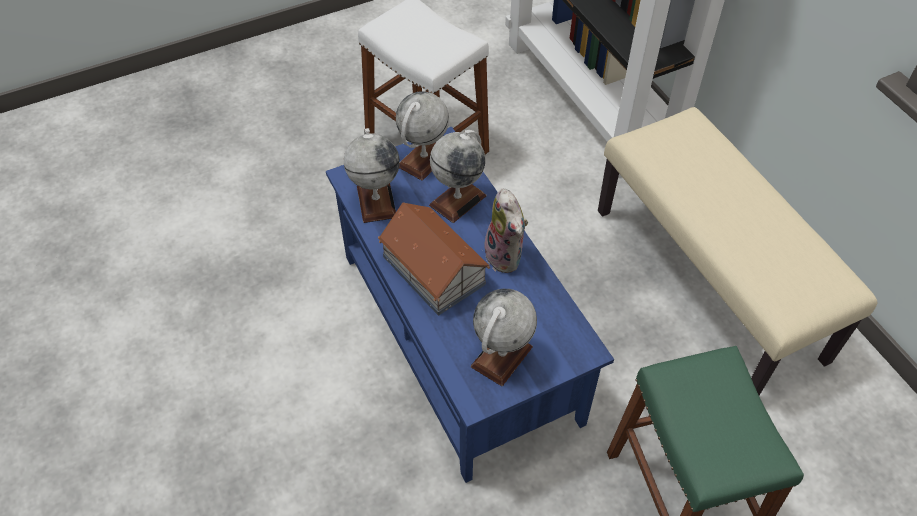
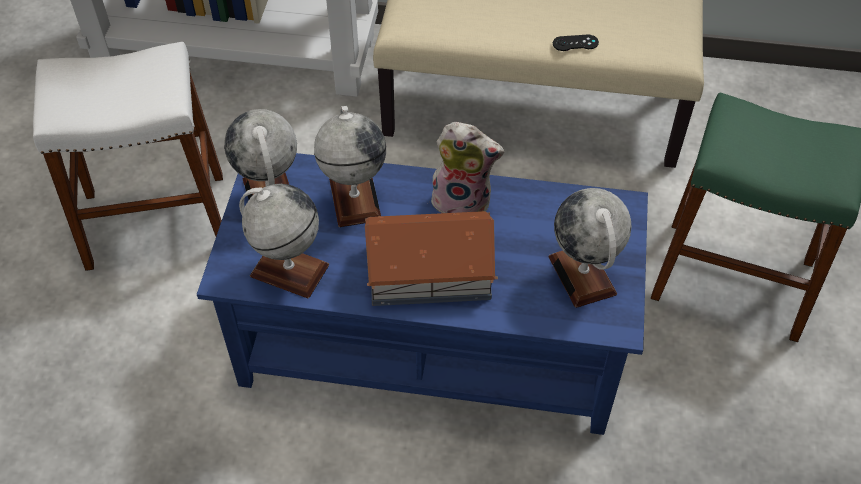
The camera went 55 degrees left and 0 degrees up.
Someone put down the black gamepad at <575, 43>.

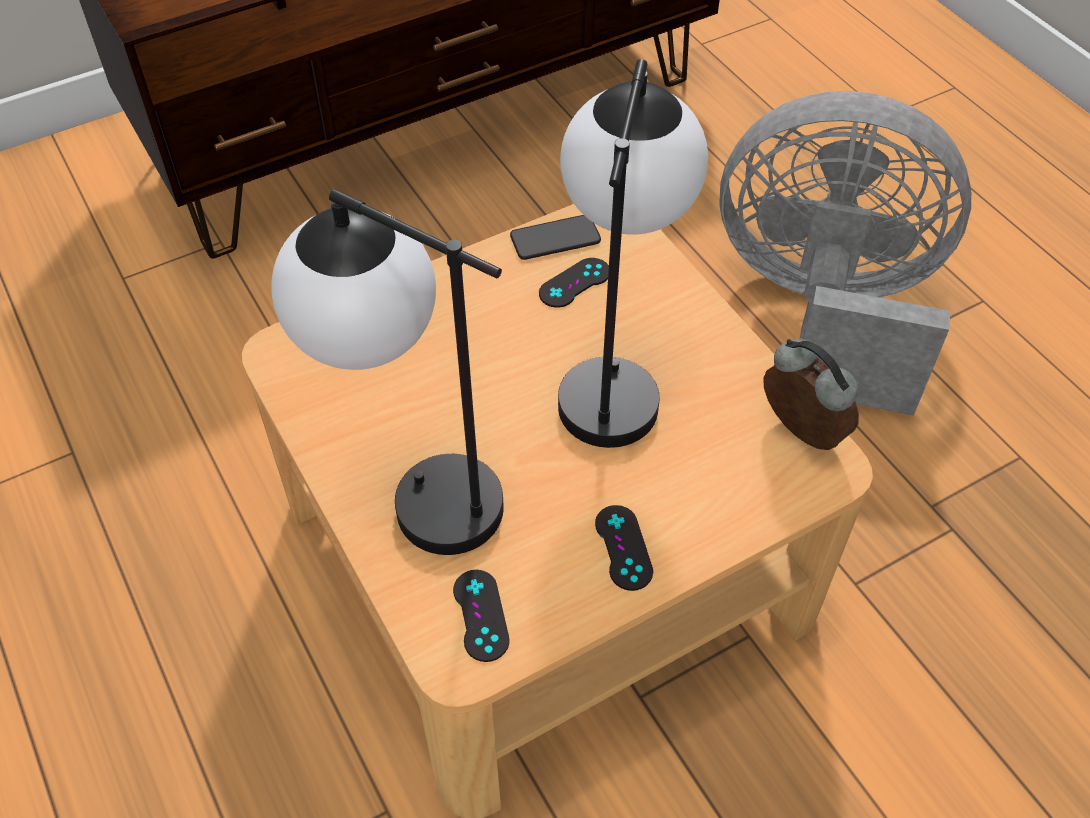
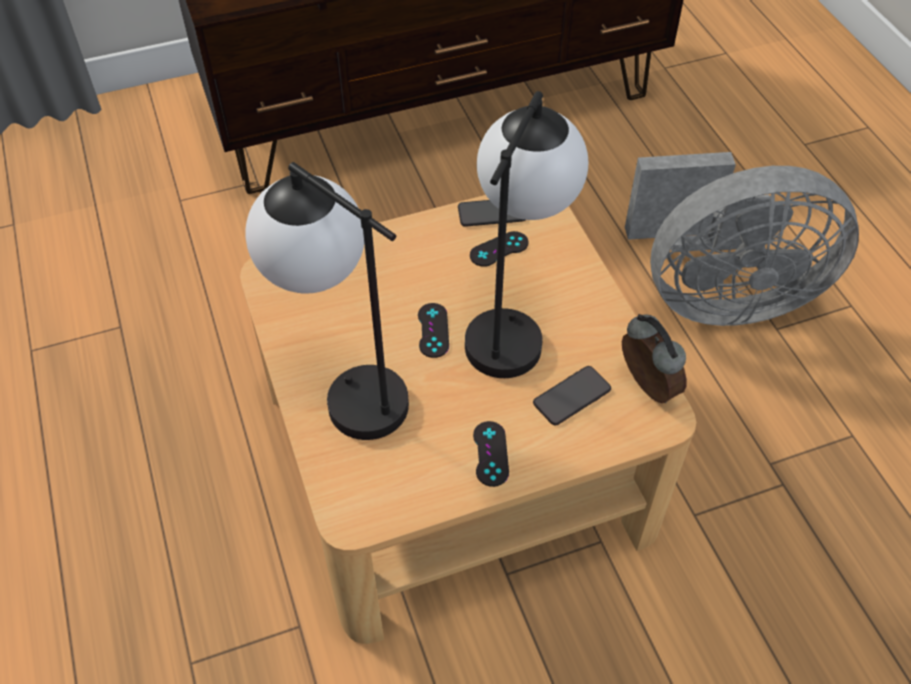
The camera went 10 degrees right and 0 degrees up.
Someone put down the handset at <572, 396>.
Someone carried the black gamepad from <481, 615> to <433, 330>.
Someone rotated the gray fan at <824, 310> by 150 degrees clockwise.

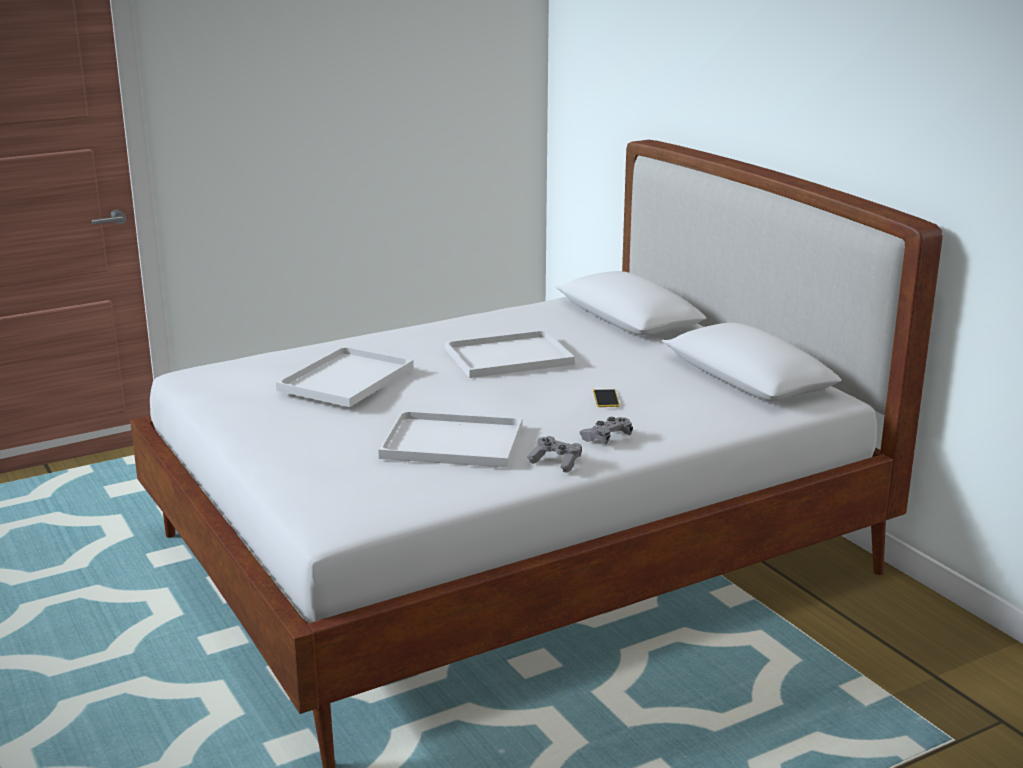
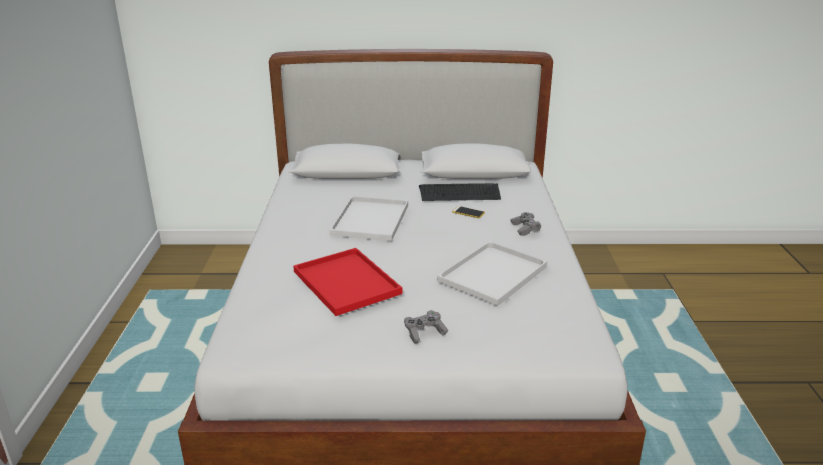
The camera went 60 degrees left and 5 degrees up.
Someone put down the computer keyboard at <460, 193>.
Someone carried the gray gamepad from <556, 462> to <424, 333>.
Someone repainted the white-coloured serving tray at <346, 380>, which became the red serving tray at <348, 283>.

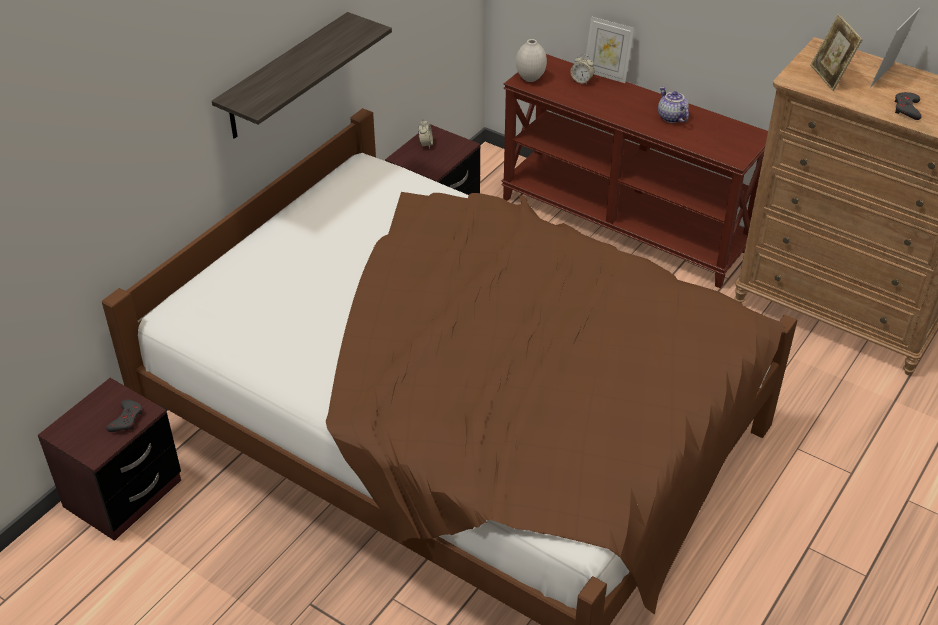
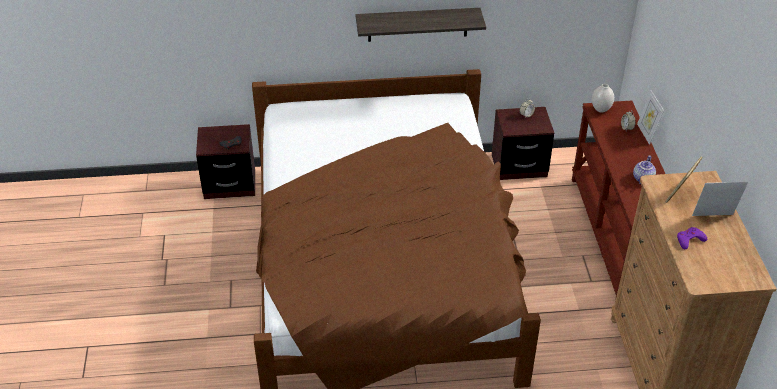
The camera went 50 degrees right and 0 degrees up.
Someone repainted the gray gamepad at <907, 109>, which became the purplish gamepad at <689, 240>.

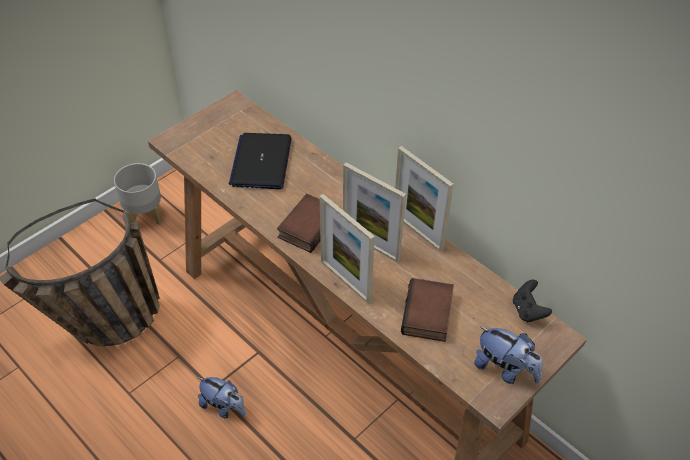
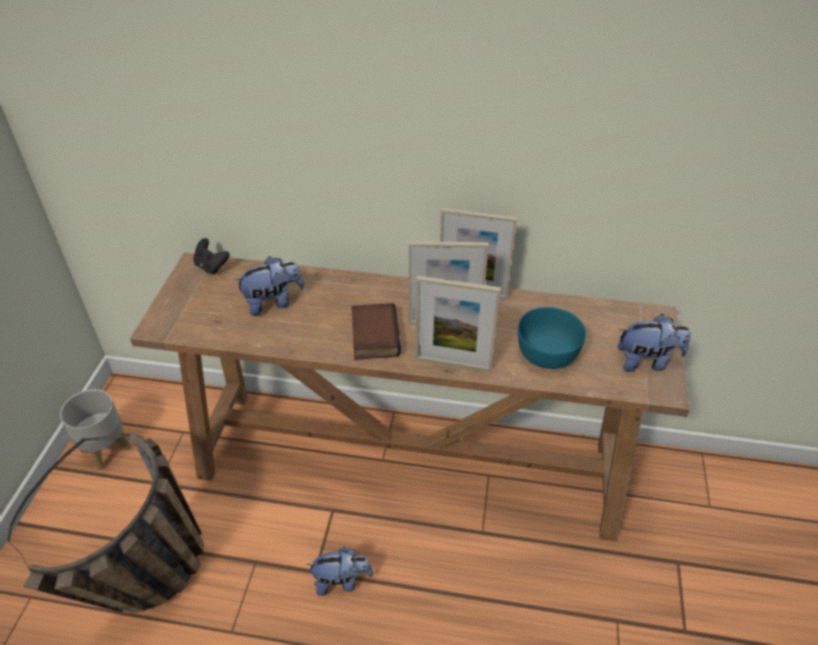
The camera went 35 degrees left and 5 degrees down.
Someone carried the black gamepad from <528, 311> to <211, 267>.
Someone swapped the portable computer at <261, 162> for the soft toy at <273, 302>.
Someone swapped the book at <429, 314> for the turquoise-coloured deep dish at <548, 352>.

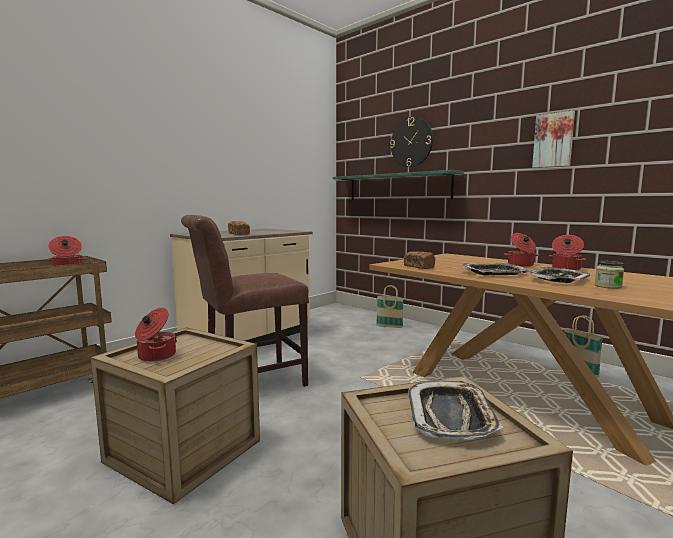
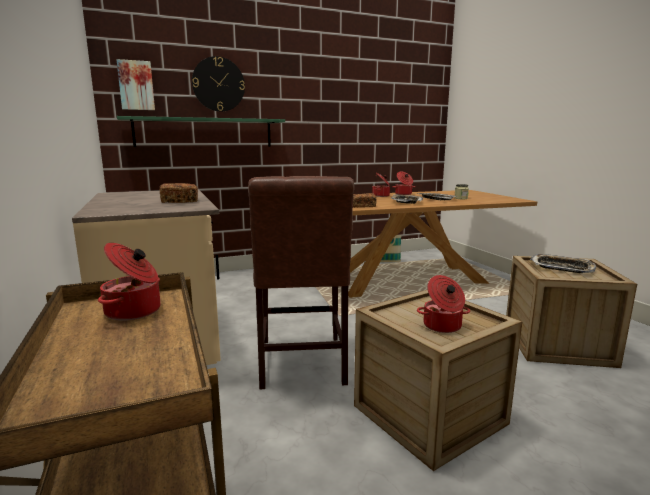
The camera went 65 degrees left and 5 degrees up.
Someone took away the storage basket at <389, 326>.
Someone carried the picture from <553, 140> to <136, 85>.

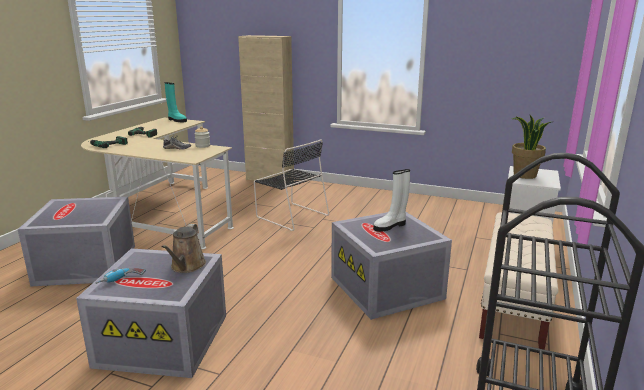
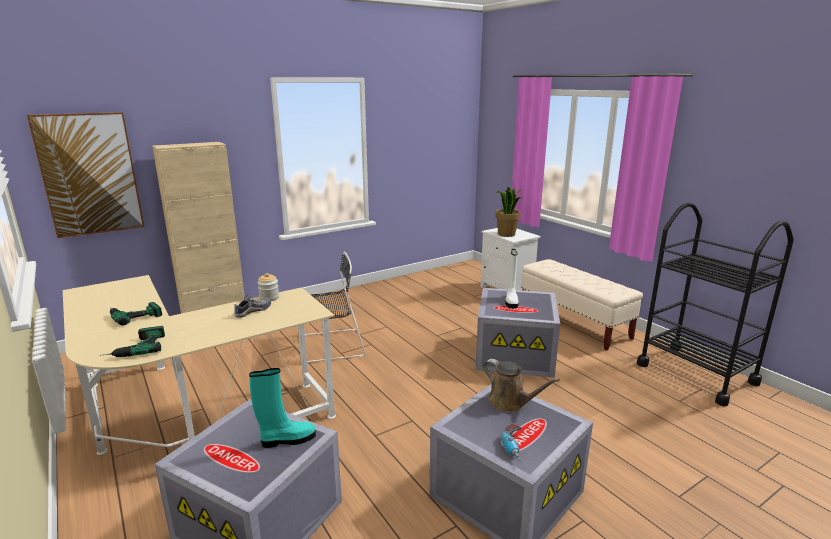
The camera went 55 degrees left and 0 degrees up.
Someone put up the picture at <90, 174>.
Someone carried the turquoise-coloured high-top boot from <176, 120> to <286, 440>.

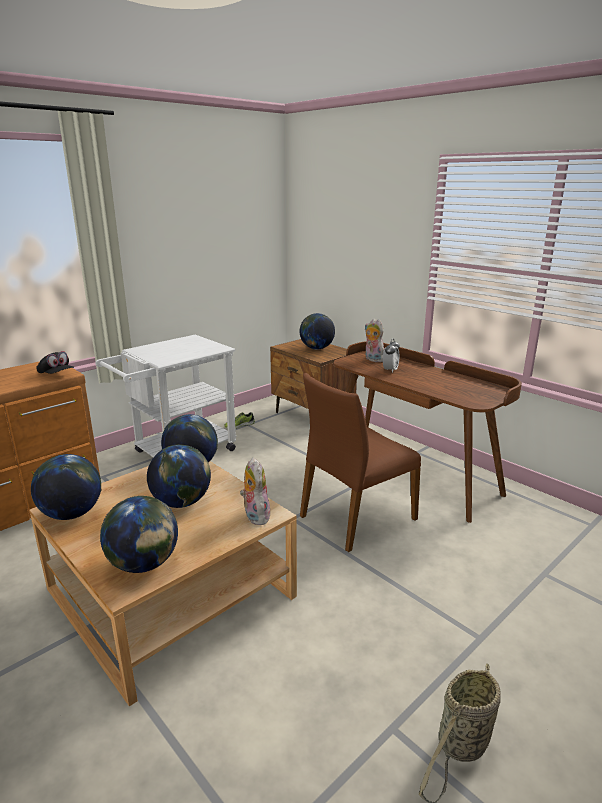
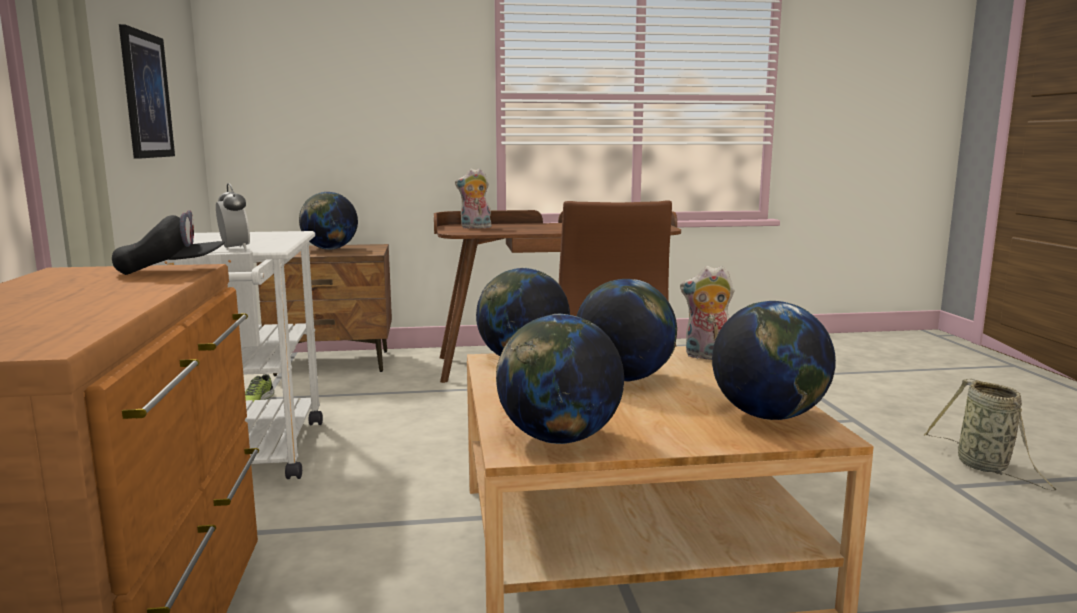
The camera went 55 degrees left and 10 degrees down.
Someone put up the picture at <146, 95>.
Someone carried the bedside clock from <390, 370> to <235, 249>.

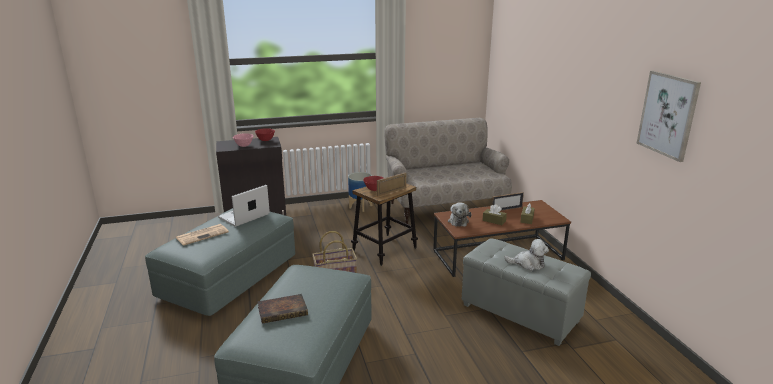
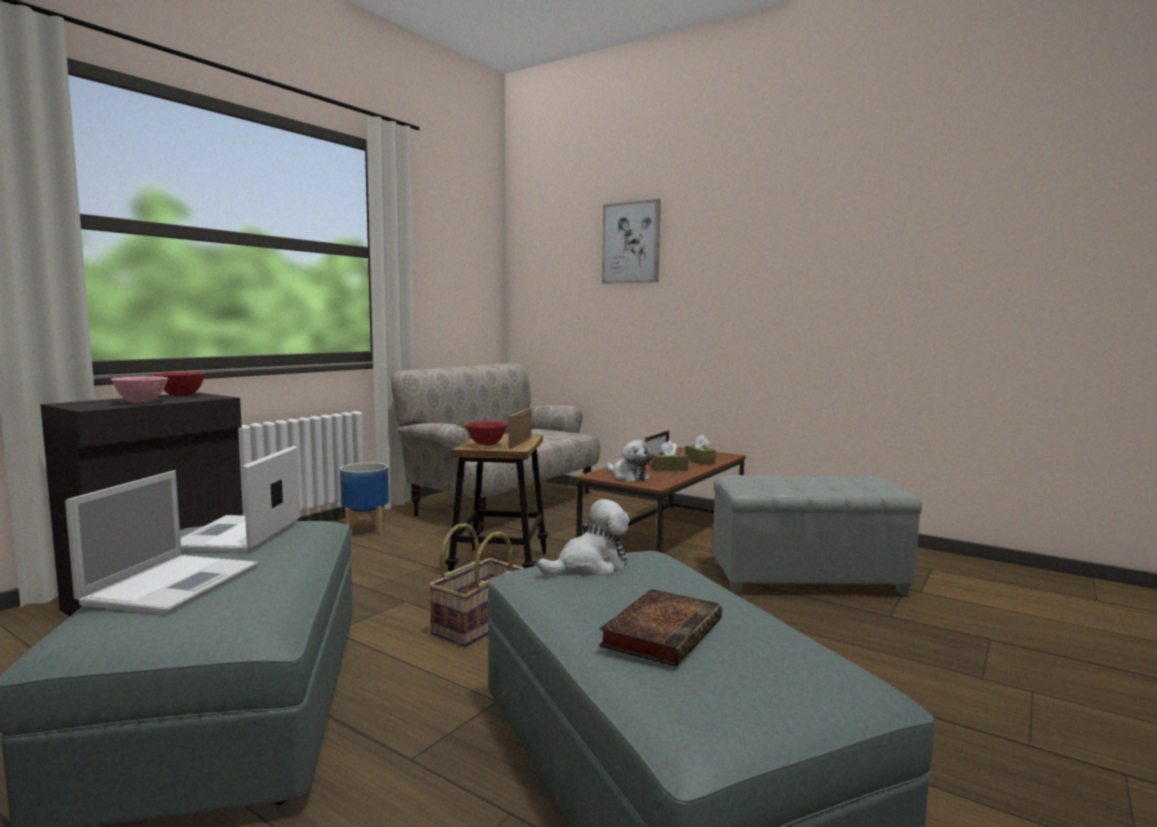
The camera went 40 degrees left and 15 degrees down.
Someone carried the soft toy from <528, 264> to <590, 566>.
Someone carried the picture from <668, 115> to <631, 243>.
Someone swapped the newspaper at <202, 235> for the portable computer at <174, 583>.

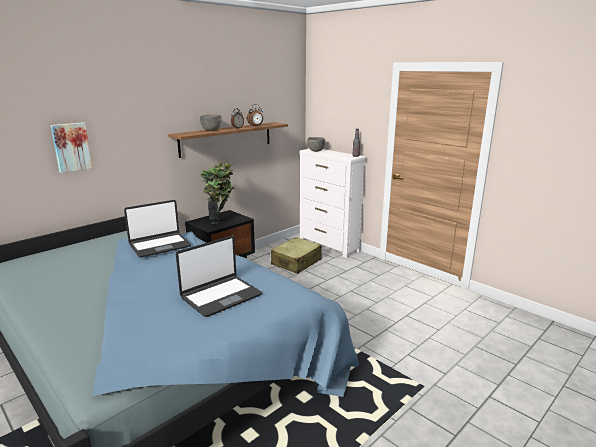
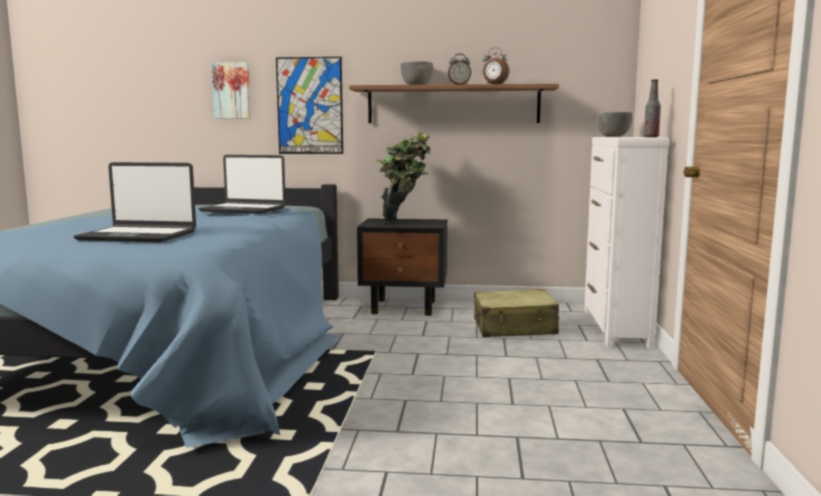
The camera went 50 degrees right and 10 degrees down.
Someone put up the picture at <310, 106>.

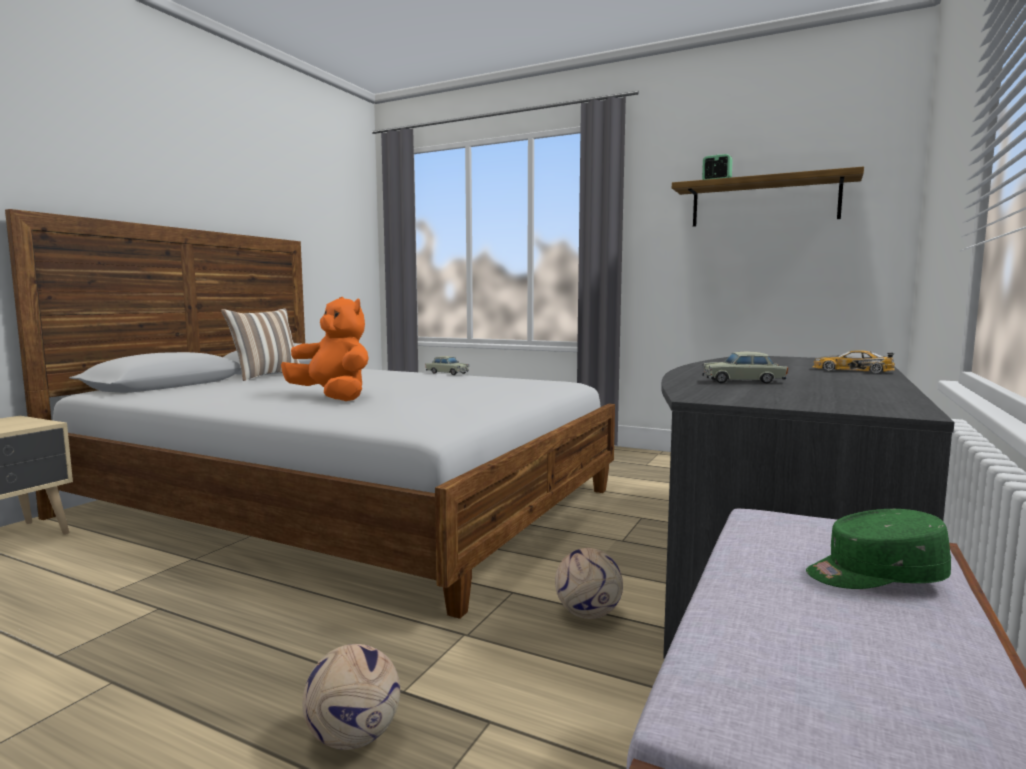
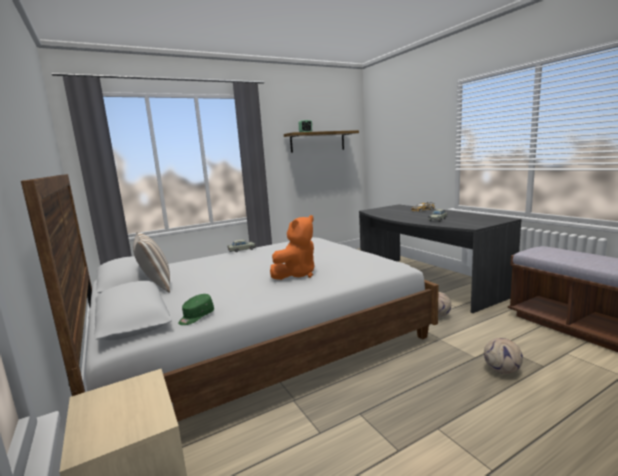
The camera went 55 degrees left and 5 degrees up.
Someone carried the green-coloured cap from <874, 576> to <196, 317>.
Someone rotated the orange soft toy at <333, 397> by 150 degrees clockwise.

